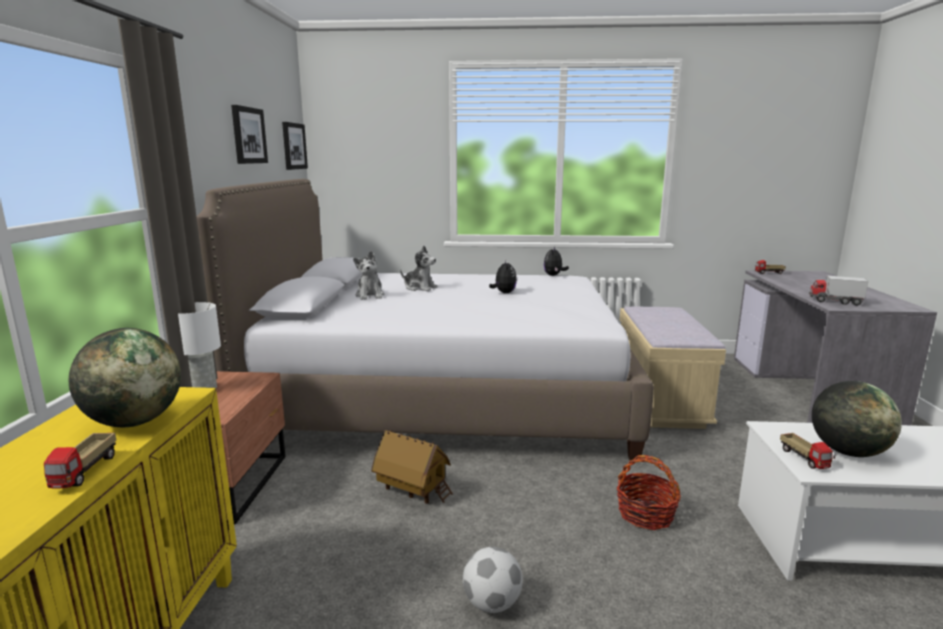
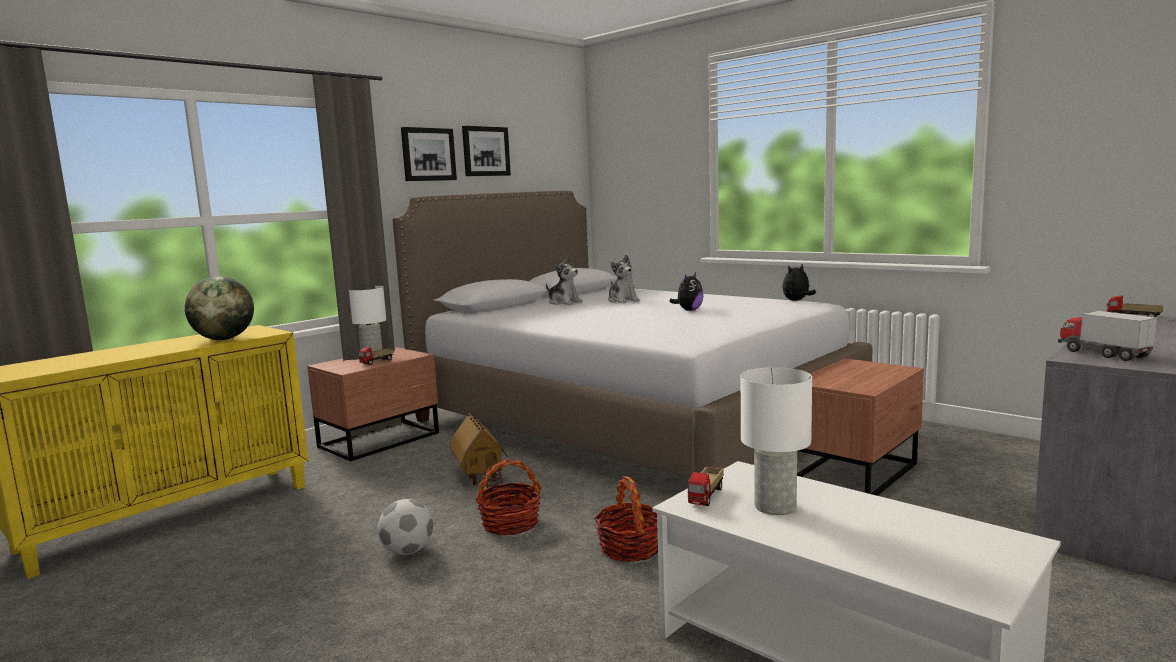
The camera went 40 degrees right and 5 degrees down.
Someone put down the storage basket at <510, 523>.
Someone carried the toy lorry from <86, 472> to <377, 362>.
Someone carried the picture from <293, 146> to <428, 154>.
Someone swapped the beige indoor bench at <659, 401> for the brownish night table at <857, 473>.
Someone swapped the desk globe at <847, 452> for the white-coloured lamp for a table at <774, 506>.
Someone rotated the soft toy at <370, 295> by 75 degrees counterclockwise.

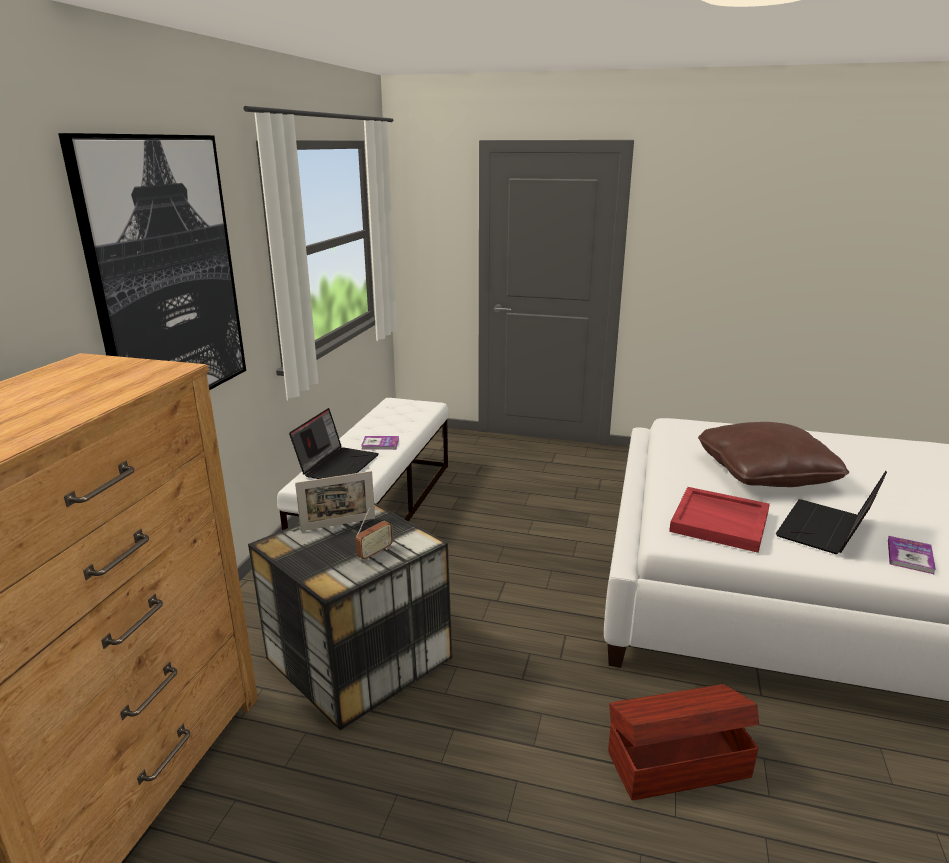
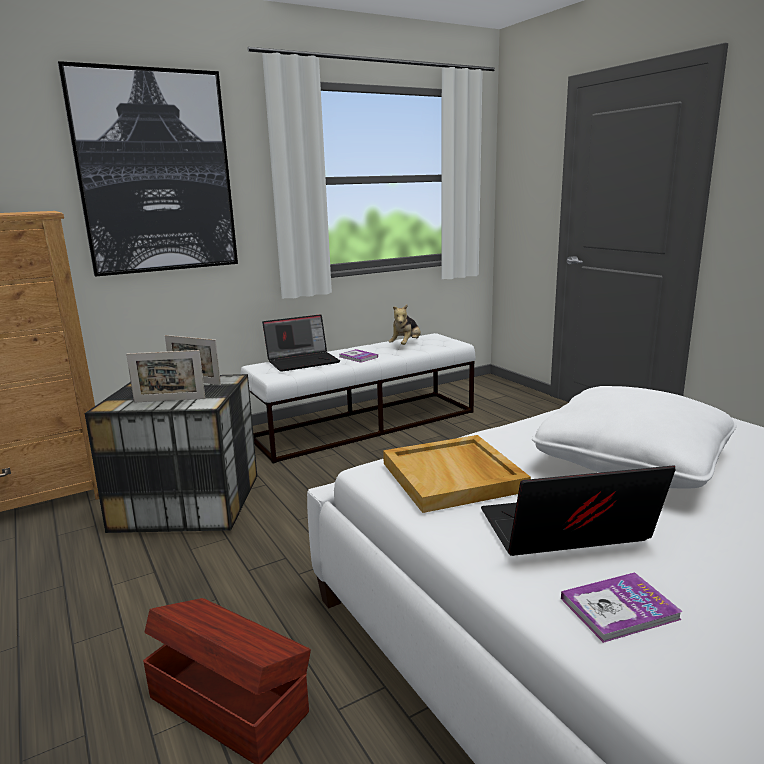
The camera went 45 degrees right and 5 degrees down.
Someone put down the soft toy at <406, 345>.
Someone swapped the radio receiver at <375, 553> for the standing frame at <169, 400>.
Someone repainted the red serving tray at <720, 522>, which became the beige serving tray at <454, 477>.
Someone repainted the brownish cushion at <765, 473>, which became the white-coloured cushion at <632, 463>.

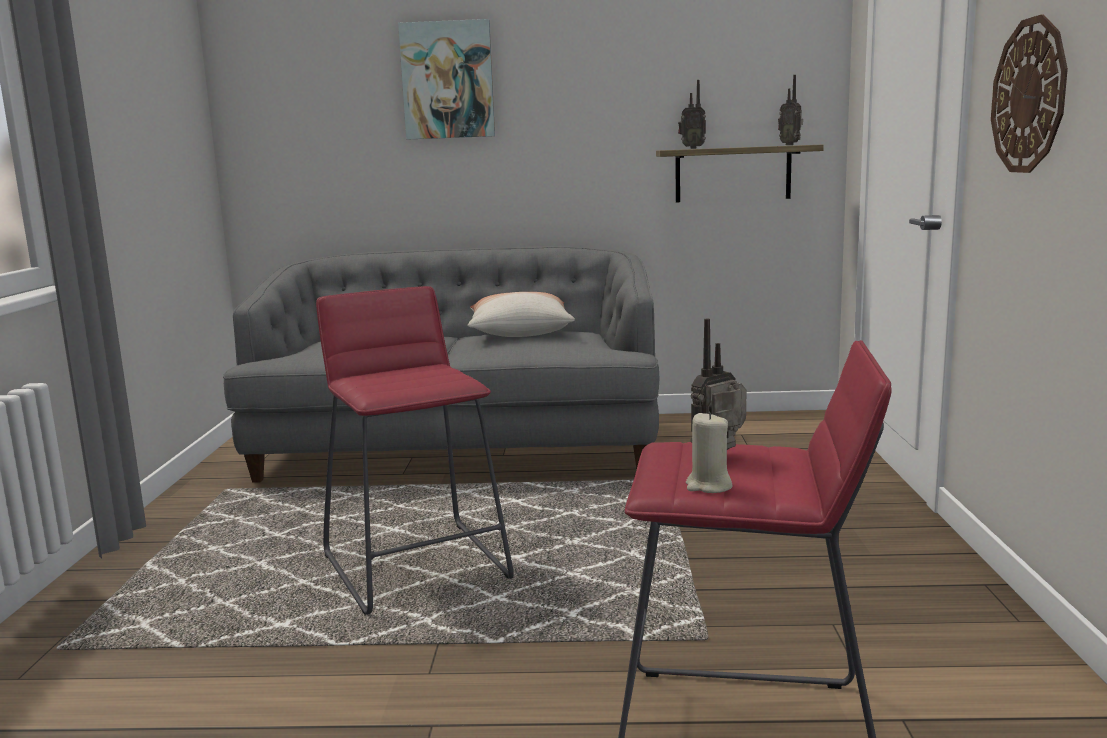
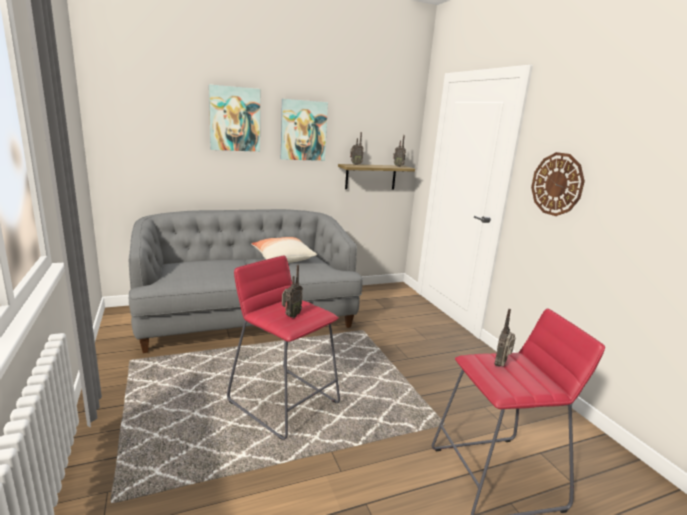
The camera went 25 degrees left and 5 degrees up.
Someone took away the beige candle at <708, 486>.
Someone put up the picture at <303, 130>.
Someone put down the radio receiver at <290, 316>.

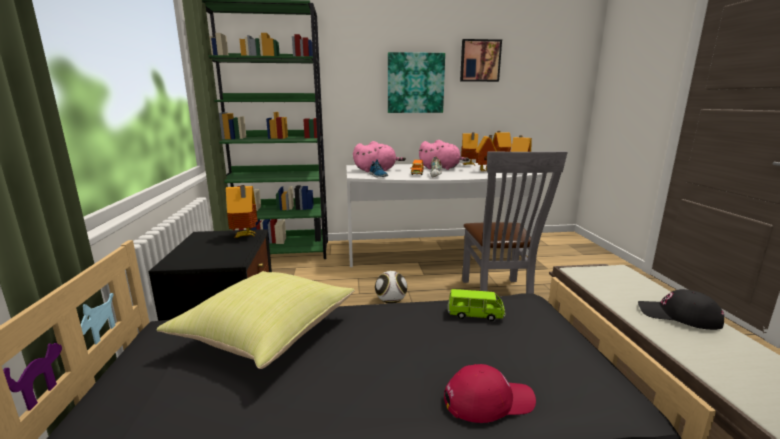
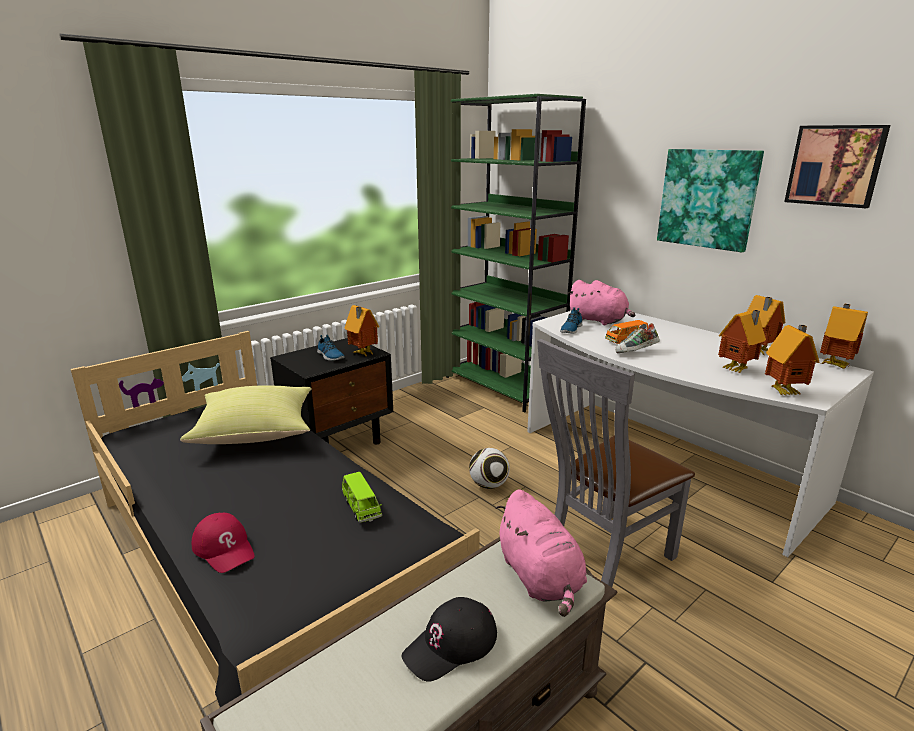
The camera went 55 degrees right and 5 degrees up.
Someone put down the item of footwear at <330, 356>.
Someone carried the pink-coloured soft toy from <441, 168> to <540, 578>.
Someone rotated the black cap at <678, 316> by 120 degrees counterclockwise.

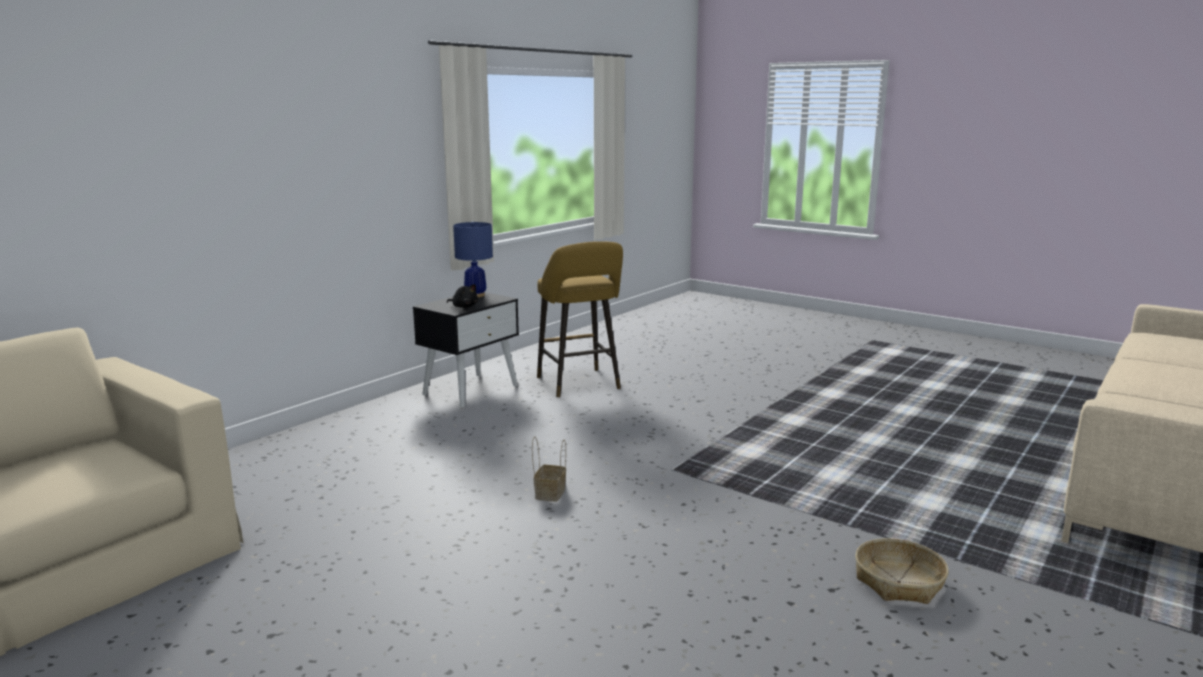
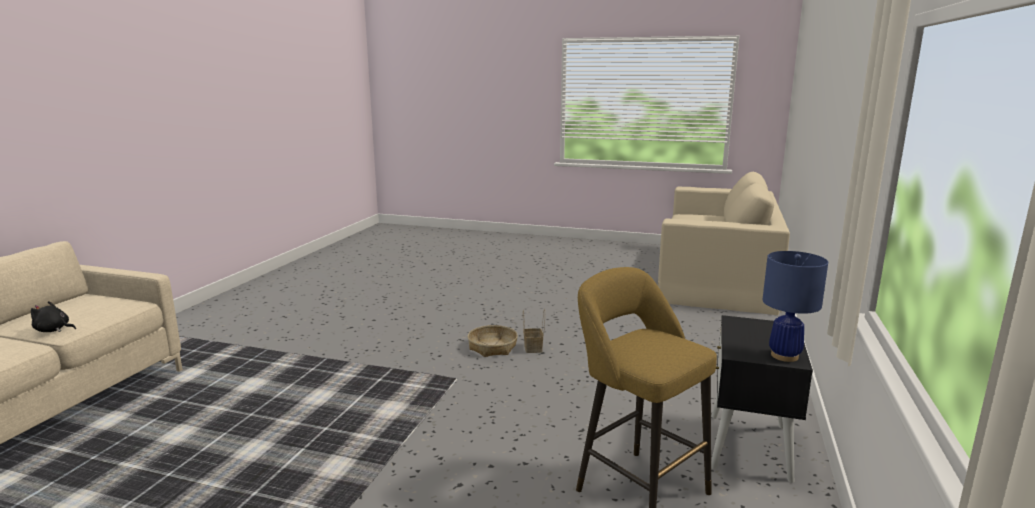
The camera went 160 degrees right and 0 degrees up.
Someone carried the black soft toy from <464, 307> to <54, 330>.
Someone carried the storage basket from <898, 582> to <492, 347>.

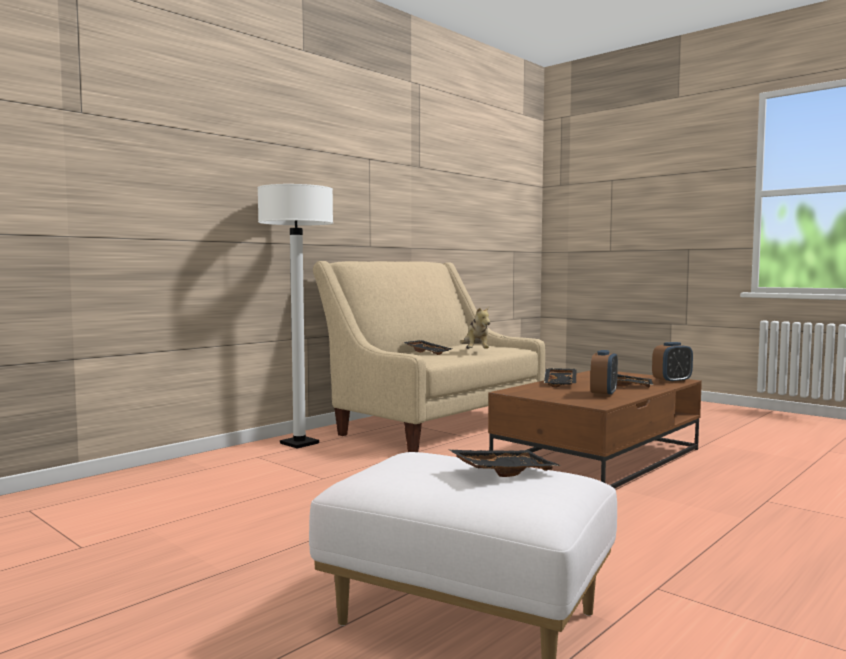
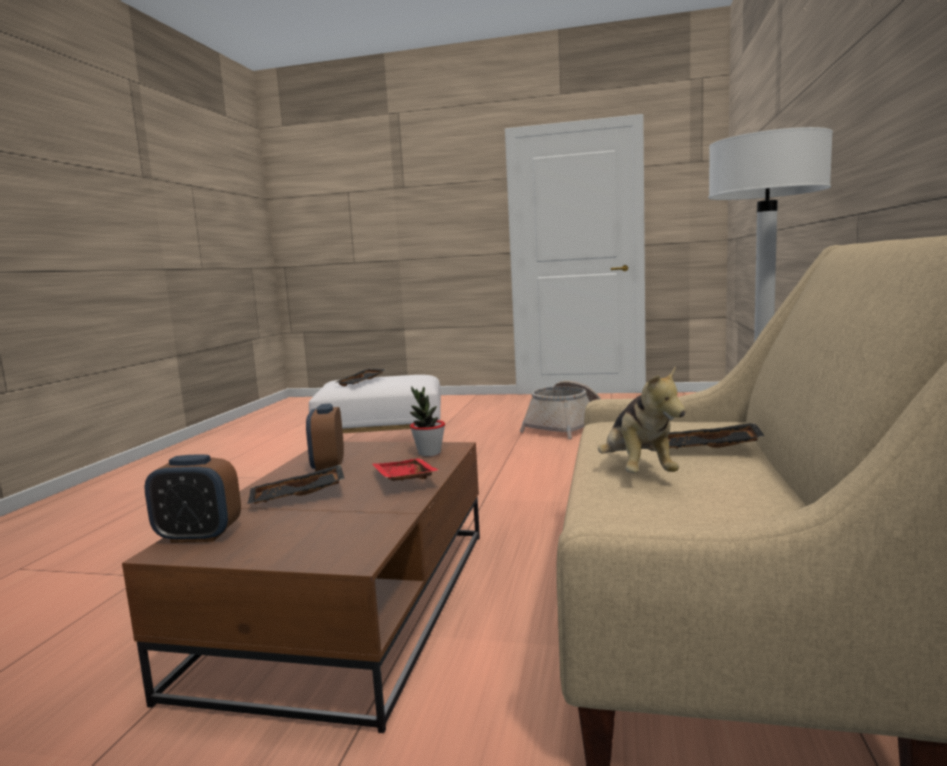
The camera went 150 degrees right and 5 degrees up.
Someone put down the houseplant at <429, 453>.
Someone put down the storage basket at <566, 427>.
Someone repainted the black serving tray at <561, 383>, which became the red serving tray at <403, 480>.
Someone rotated the soft toy at <475, 352> by 150 degrees counterclockwise.
Someone rotated the bedside clock at <672, 381> by 120 degrees counterclockwise.

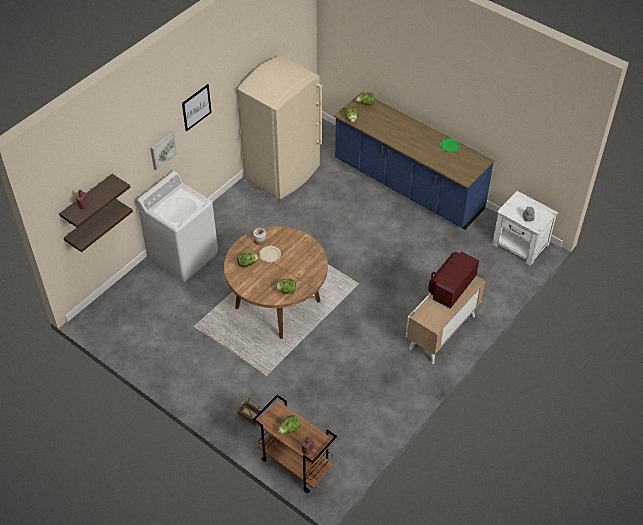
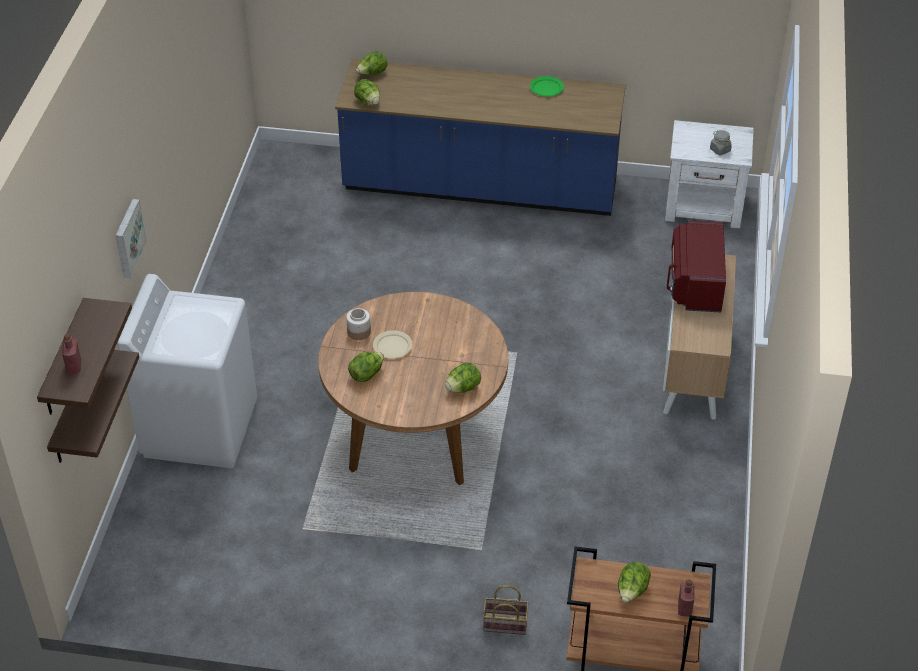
The camera went 30 degrees left and 5 degrees down.
Someone took away the picture at <196, 107>.
Someone took away the beige fridge at <283, 173>.

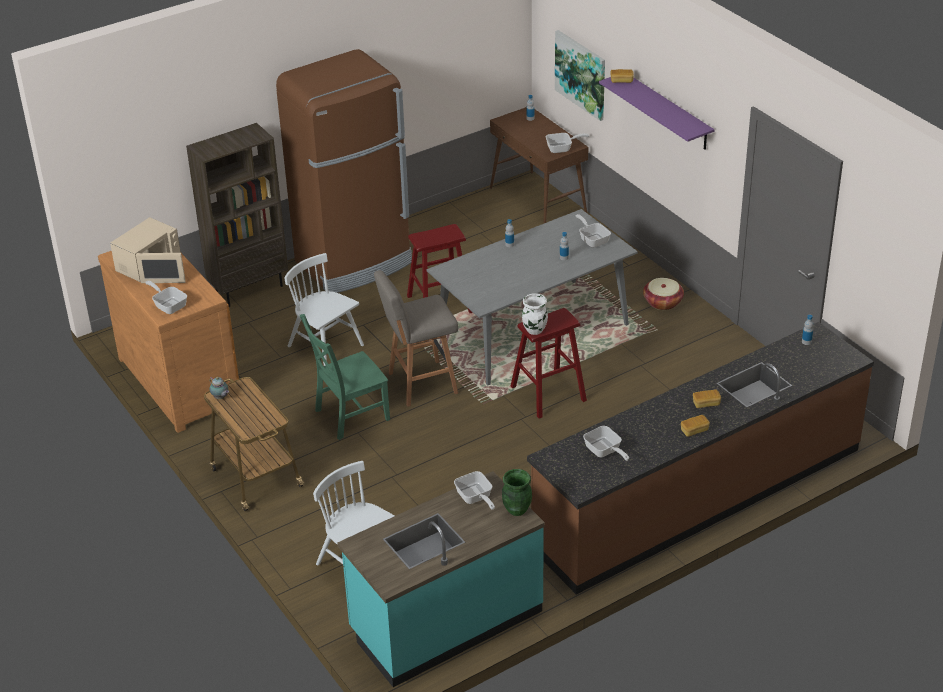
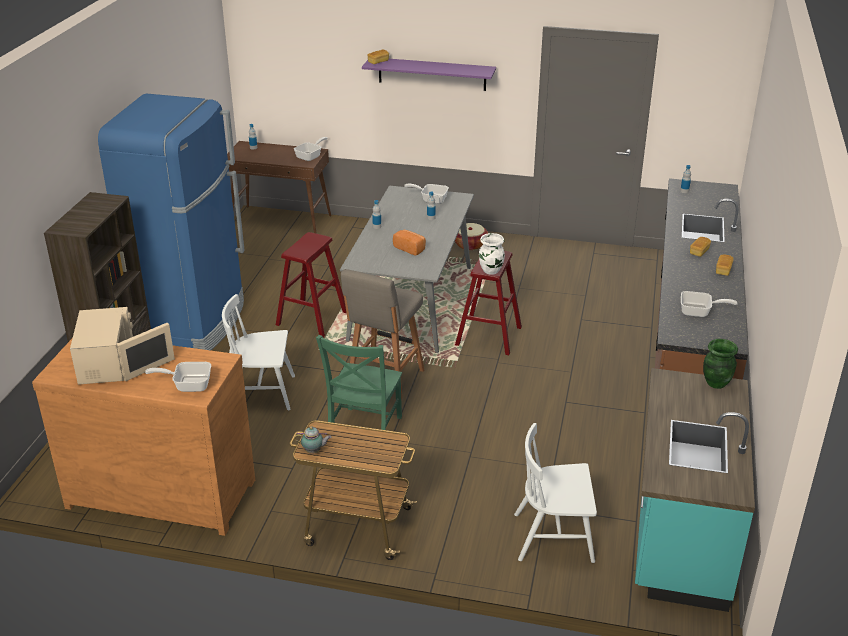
The camera went 45 degrees left and 5 degrees down.
Someone took away the pan at <475, 498>.
Someone took away the picture at <581, 74>.
Someone put down the baked bread at <410, 248>.
Someone repainted the brownish fridge at <354, 263>, which became the bluish fridge at <193, 323>.

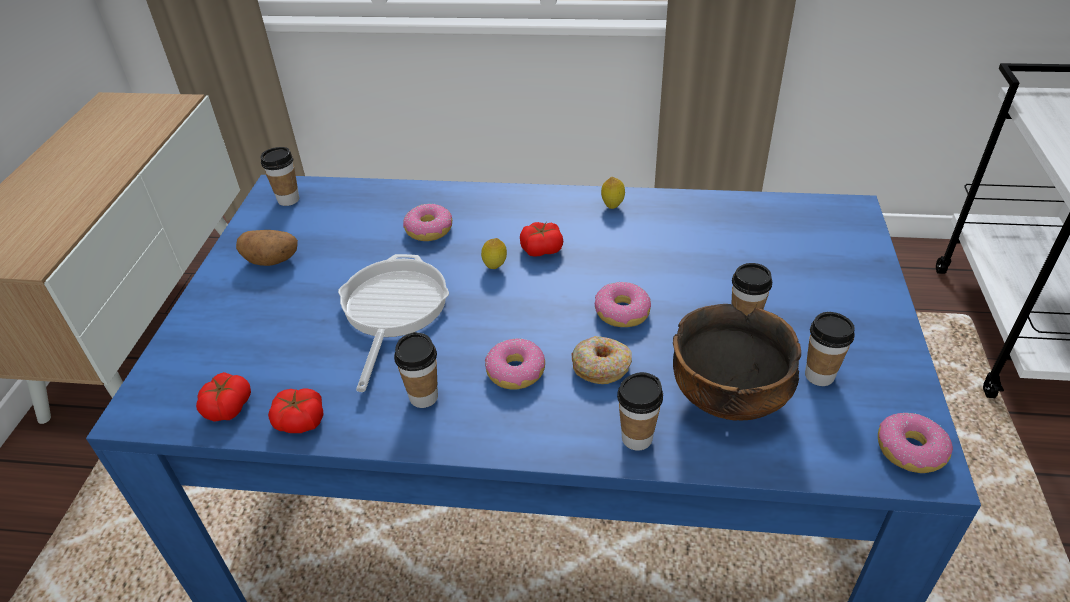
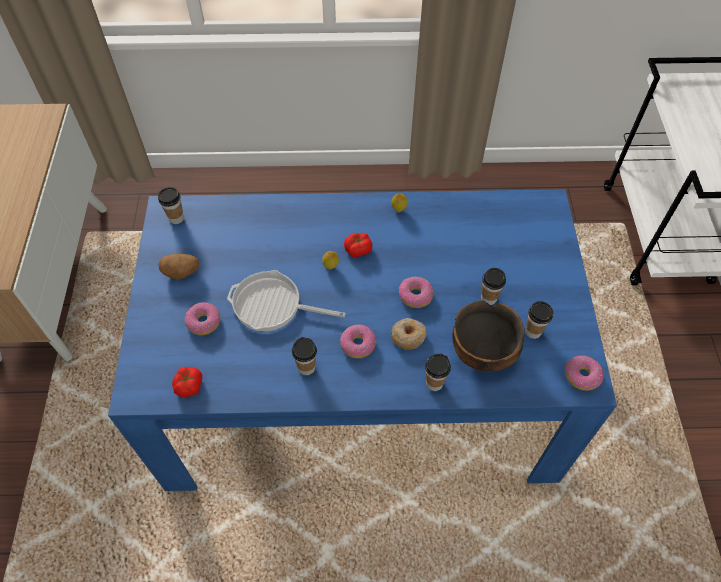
The camera went 10 degrees left and 15 degrees up.
Someone took away the tomato at <300, 421>.
Someone carried the doughnut from <429, 230> to <204, 322>.
Someone rotated the pan at <393, 310> by 75 degrees counterclockwise.

